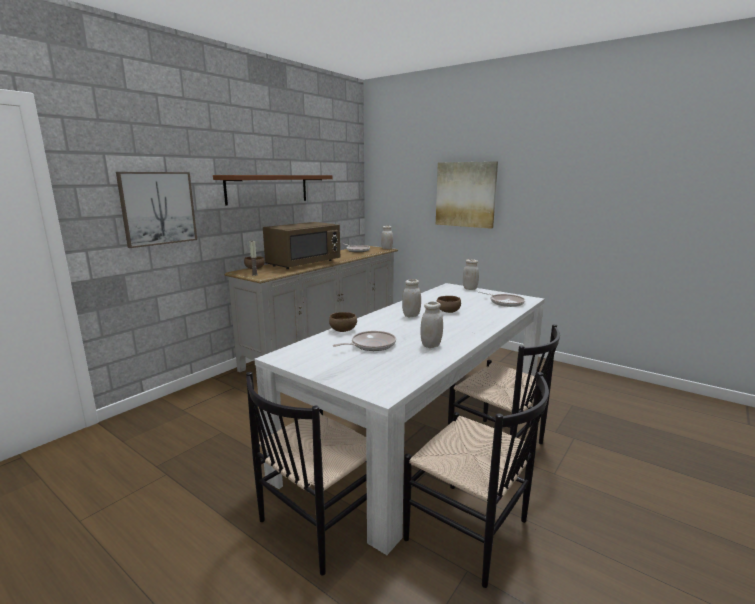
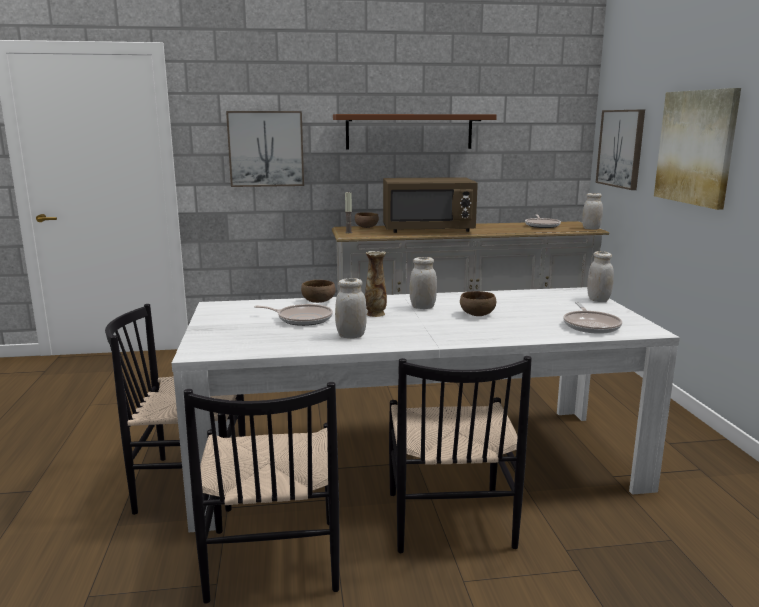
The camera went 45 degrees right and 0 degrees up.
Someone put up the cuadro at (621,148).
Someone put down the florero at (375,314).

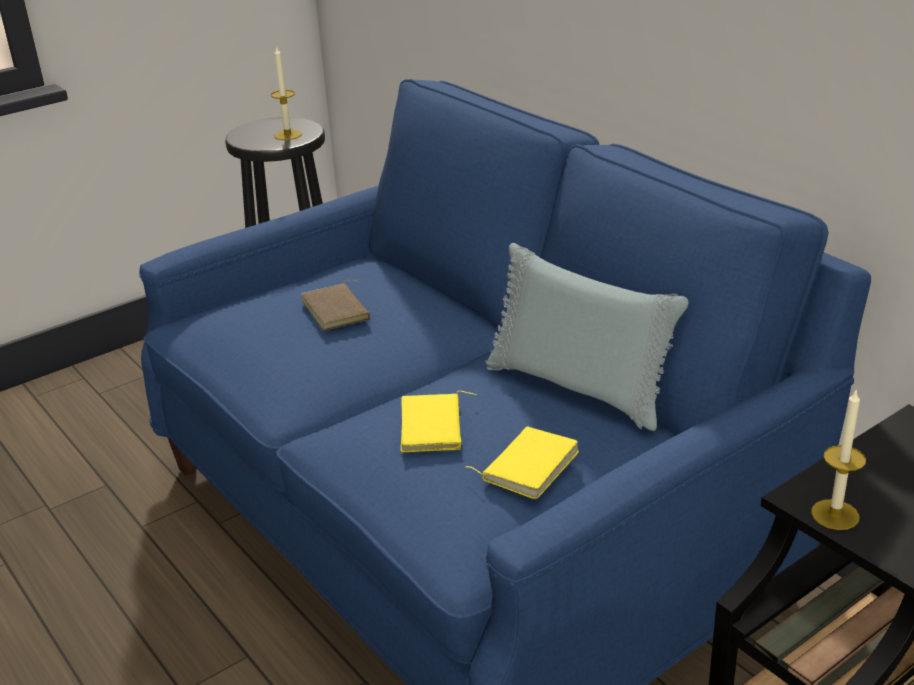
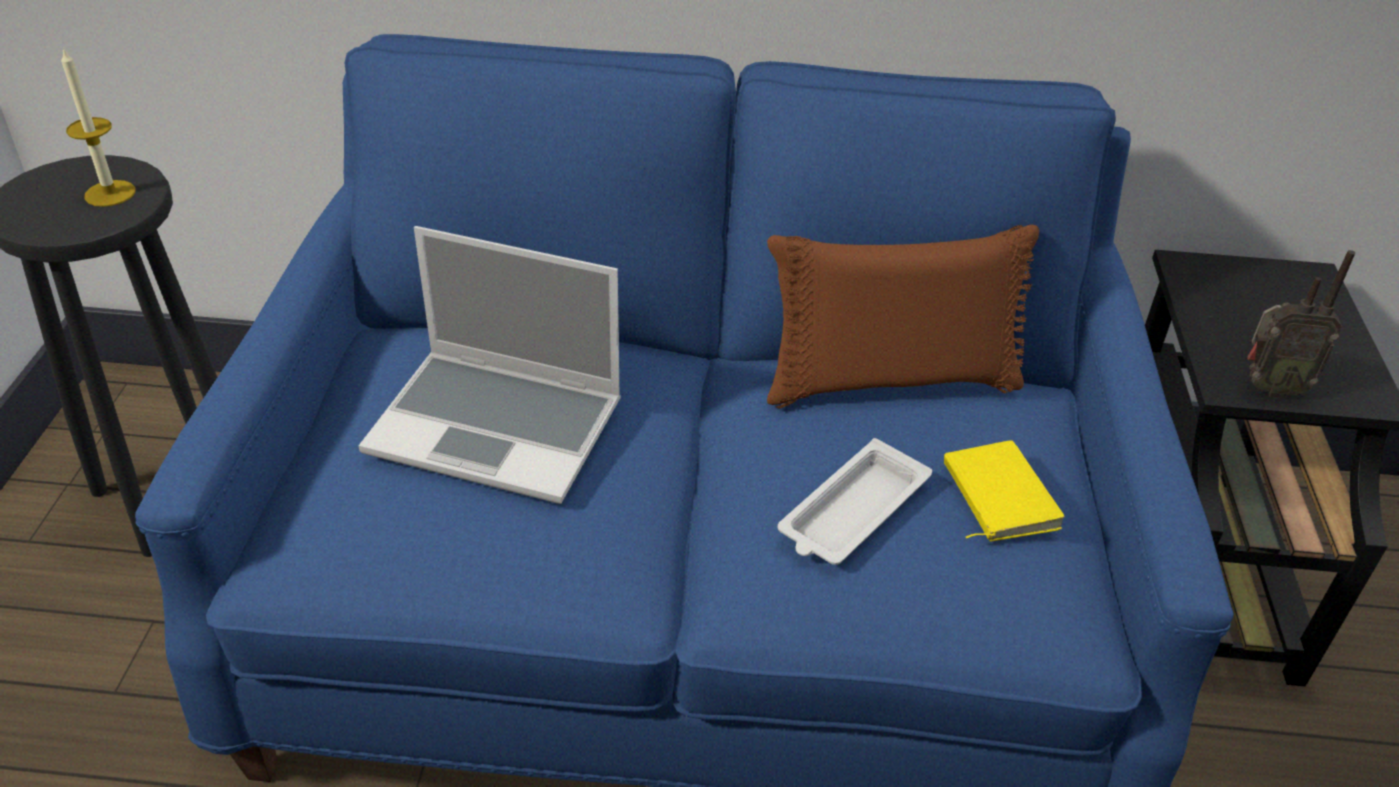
The camera went 50 degrees left and 10 degrees up.
Someone repainted the cojín (azul) at (578,388), which became the cojín (marrón) at (890,380).
Someone swapped the libro (marrón) at (338,310) for the portátil at (499,427).
Someone swapped the vela at (835,514) for the radio at (1269,387).
Someone swapped the libro (amarillo) at (434,427) for the bandeja (blanco) at (852,512).

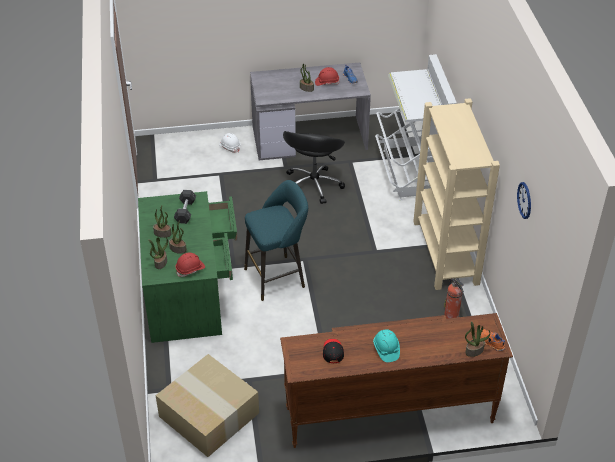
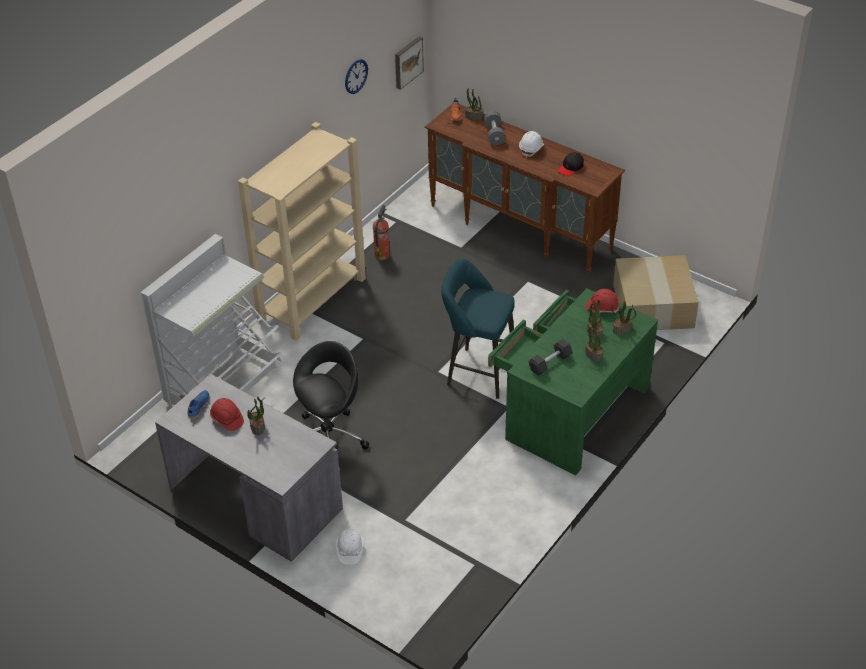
The camera went 135 degrees left and 0 degrees up.
Someone repainted the casco (turquesa) at (386,349), which became the casco (blanco) at (531,149).
Someone put up the cuadro at (407,62).
Someone put down the mancuerna (gris) at (494,135).

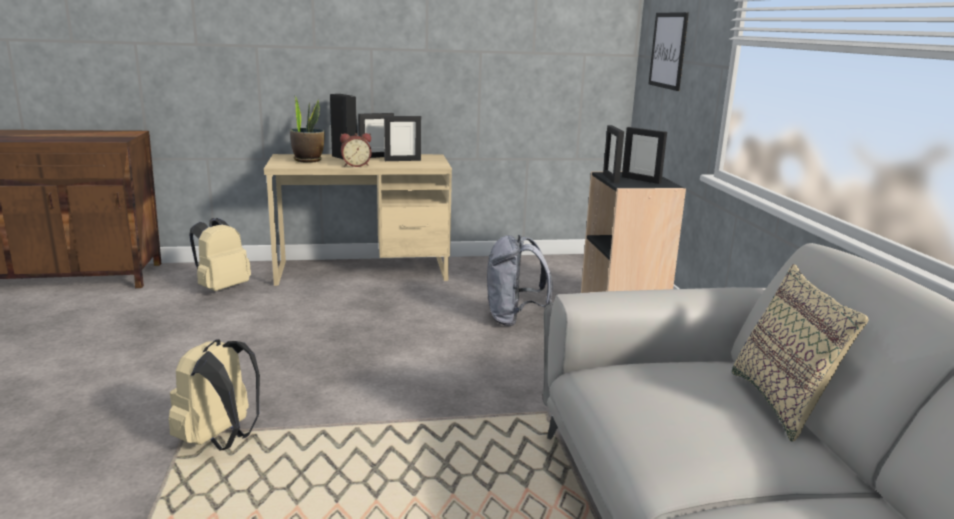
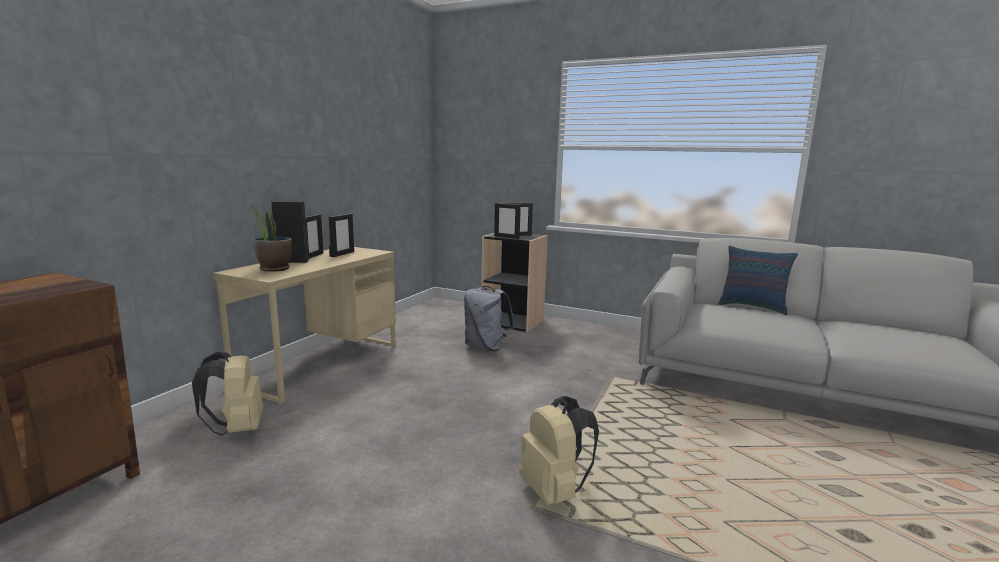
The camera went 55 degrees left and 5 degrees down.
Someone took away the cuadro at (668,50).
Someone took away the despertador at (356,165).
Someone repainted the cojín (beis) at (779,404), which became the cojín (azul) at (752,307).

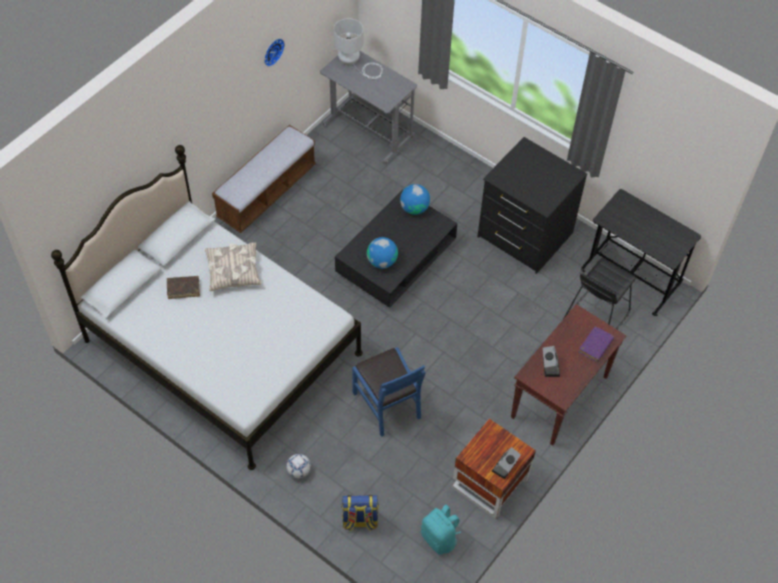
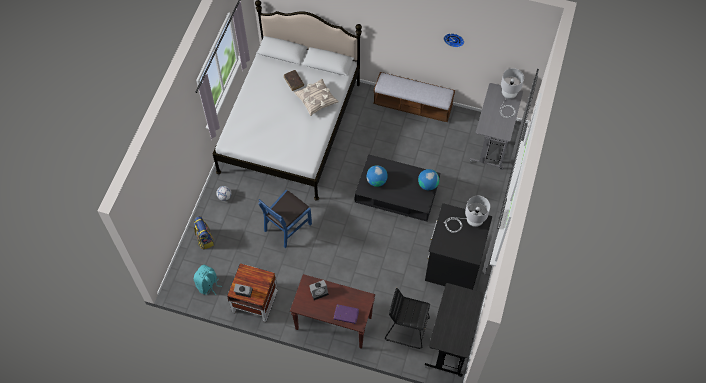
The camera went 70 degrees right and 5 degrees up.
Someone put down the lámpara de mesa (blanco) at (466,222).

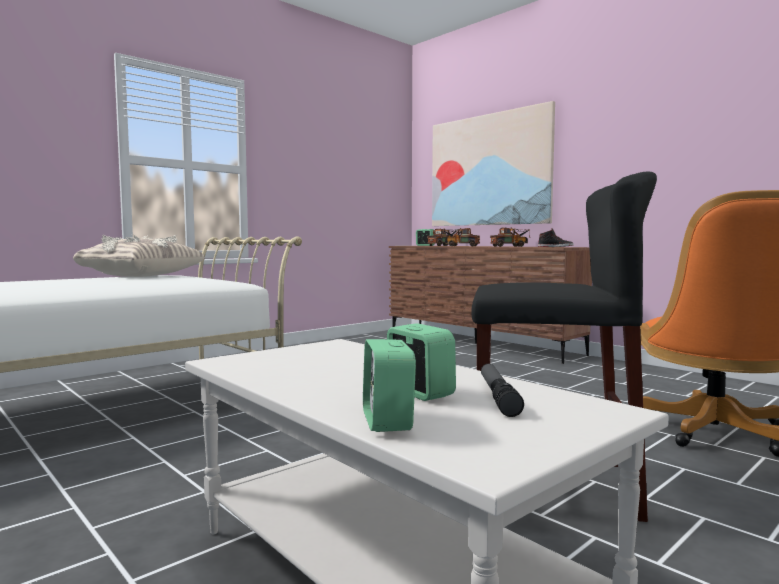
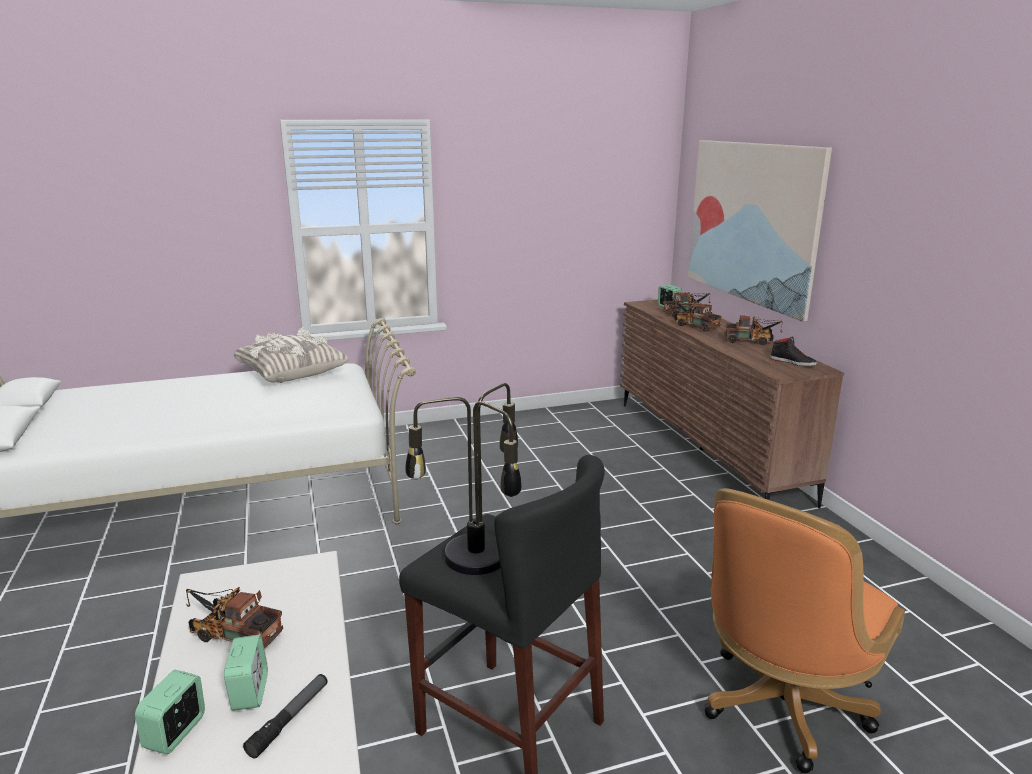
The camera went 25 degrees right and 15 degrees up.
Someone put down the lámpara de mesa at (476,557).
Someone put down the camión de juguete at (232,634).

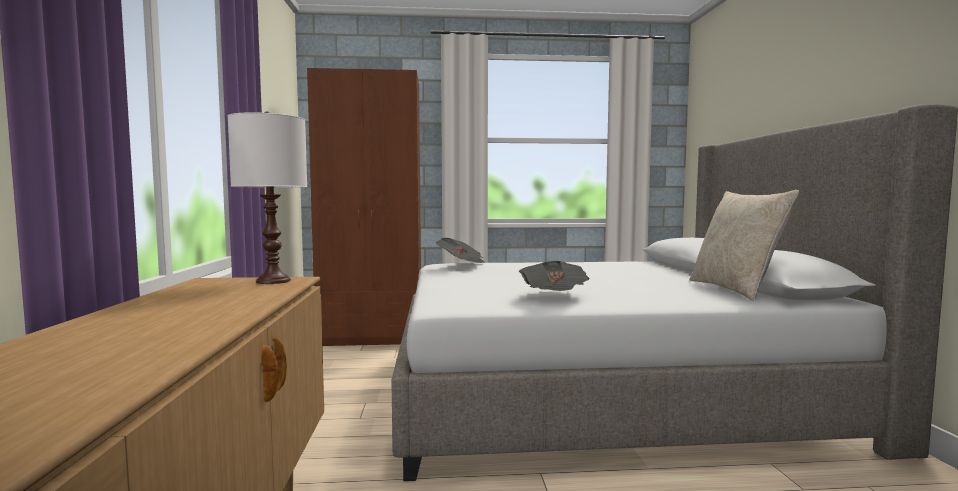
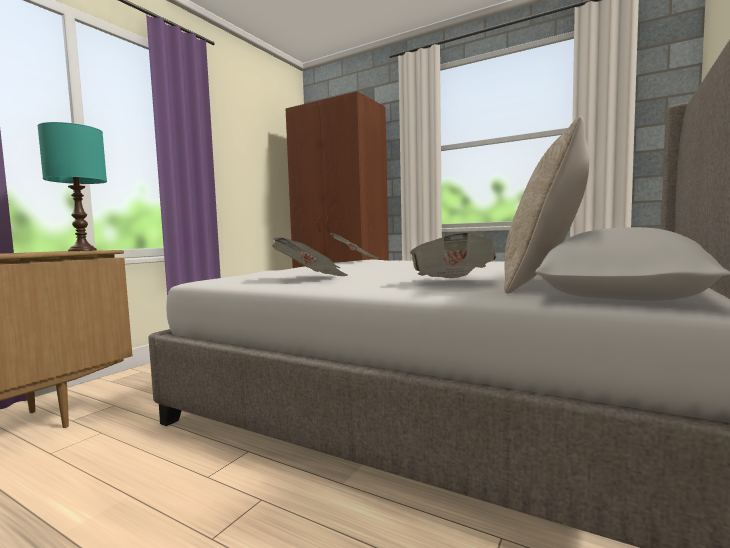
The camera went 35 degrees right and 0 degrees up.
Someone repainted the lámpara de mesa (blanco) at (273,281), which became the lámpara de mesa (turquesa) at (82,250).
Someone put down the periódico at (452,282).

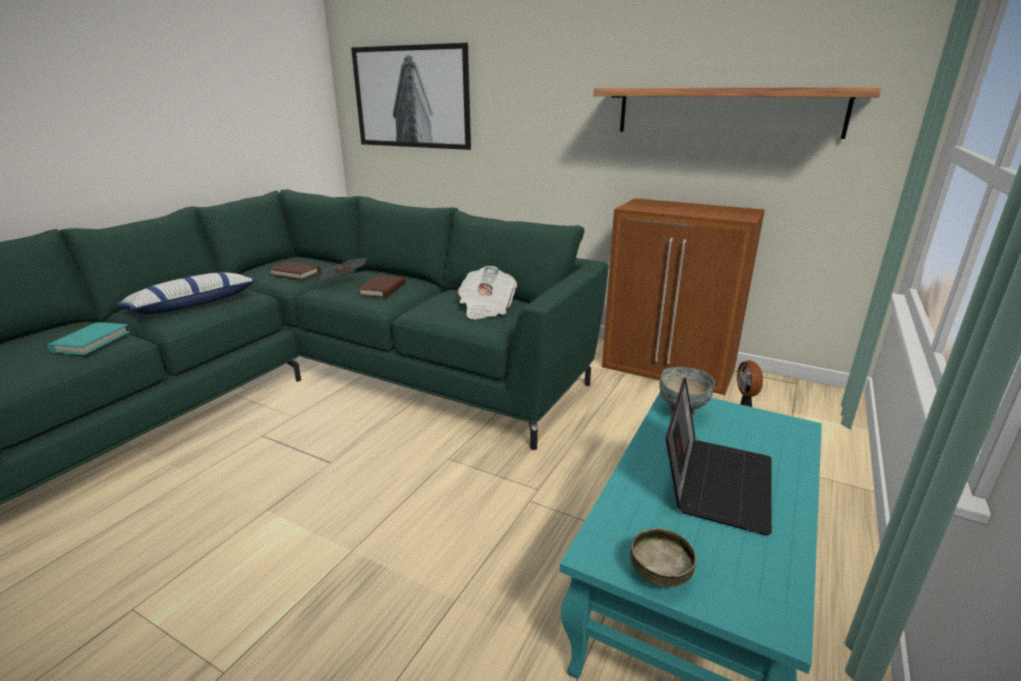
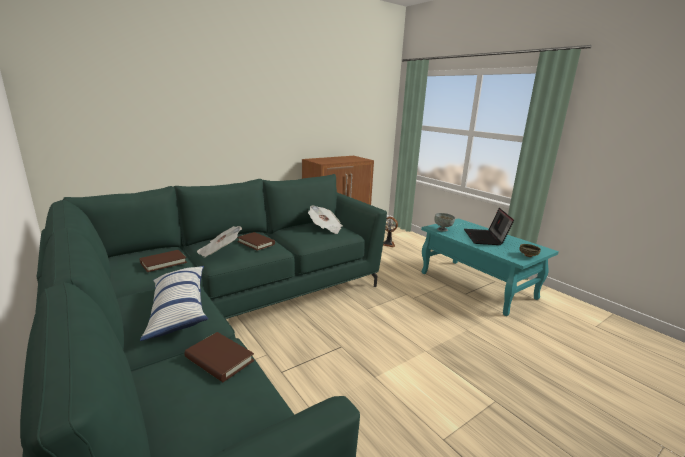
The camera went 65 degrees left and 5 degrees down.
Someone took away the cuadro at (412,97).
Someone took away the estante at (726,111).
Someone repainted the libro (turquesa) at (91,342), which became the libro (marrón) at (219,359).
Someone rotated the portátil at (714,481) by 135 degrees counterclockwise.

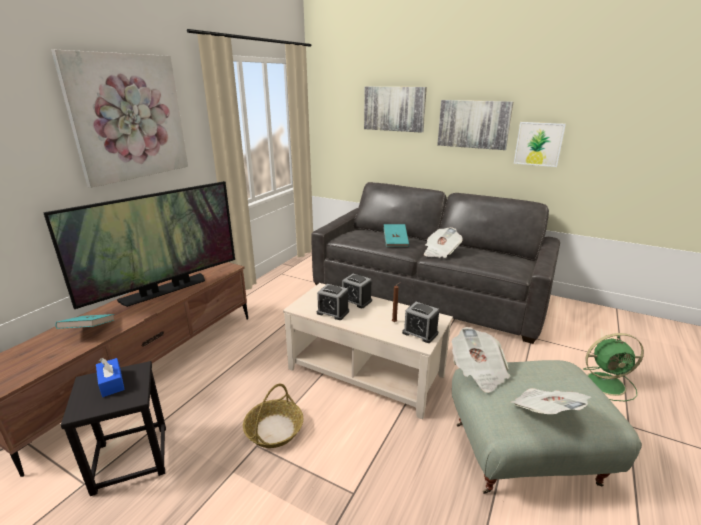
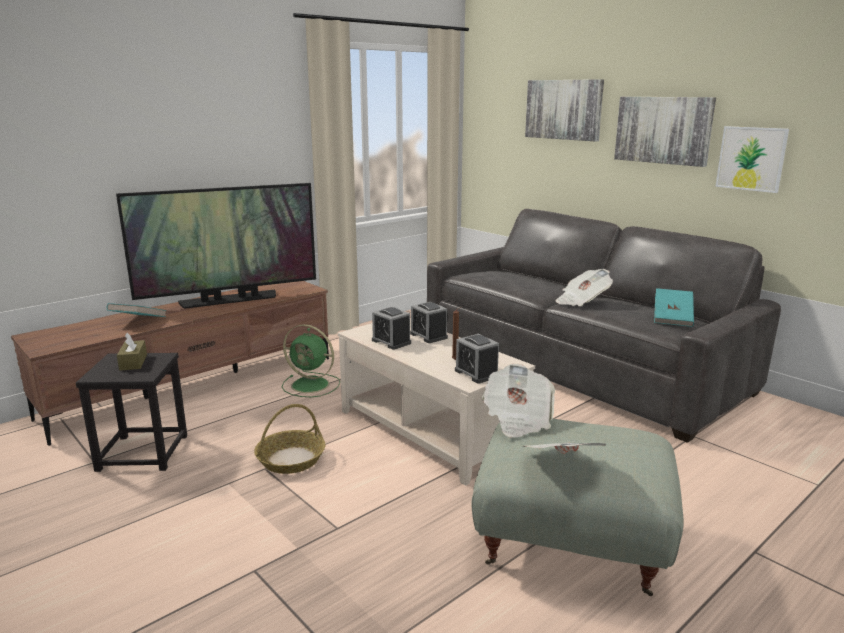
The camera went 20 degrees right and 5 degrees down.
Someone took away the cuadro at (129,117).
Someone carried the libro (turquesa) from (395,242) to (672,318).
Someone carried the ventilador (verde) from (607,383) to (312,385).
Someone repainted the caja de pañuelos (azul) at (111,383), which became the caja de pañuelos (marrón) at (133,362).

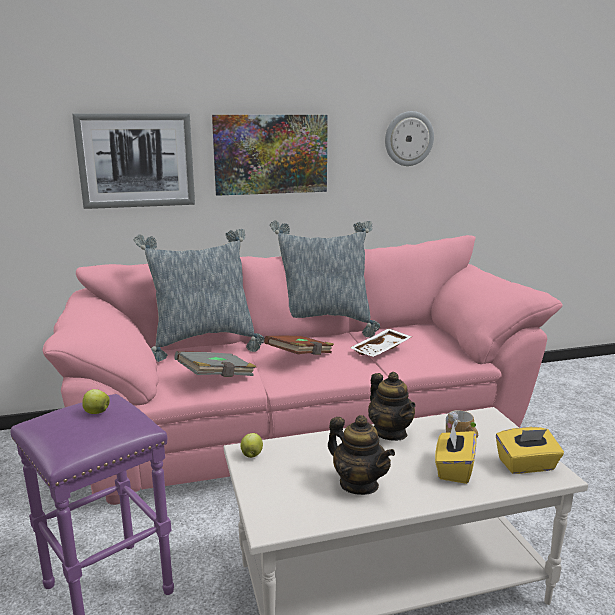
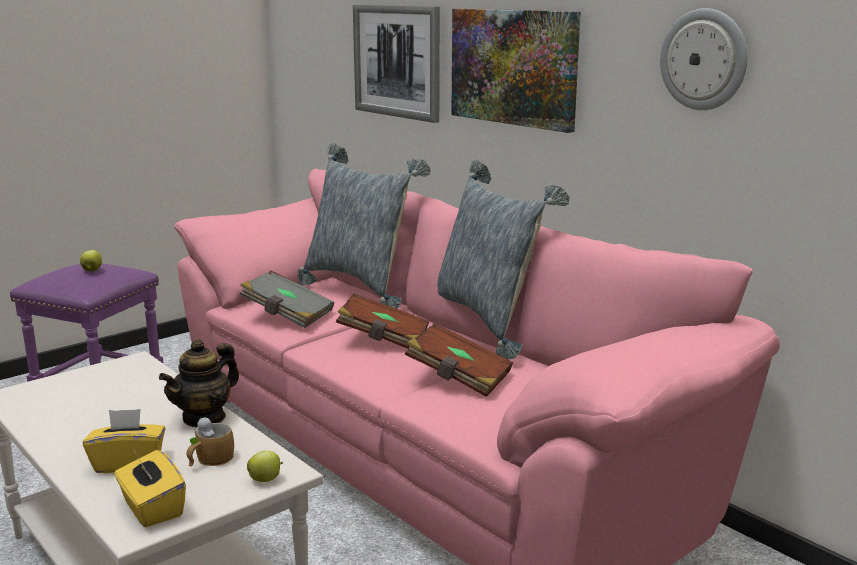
The camera went 65 degrees right and 0 degrees up.
Someone swapped the bandeja (blanco) at (381,350) for the libro (marrón) at (458,378).
Someone took away the tetera at (359,484).
Someone carried the manzana from (252,455) to (266,480).

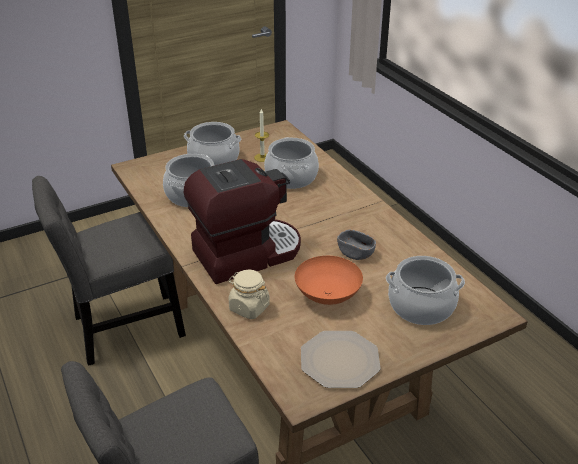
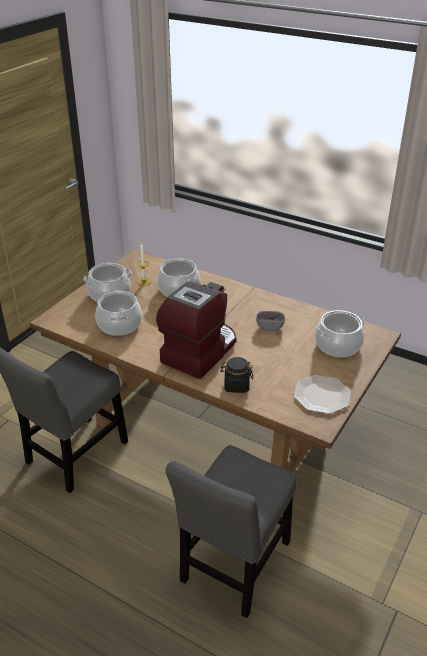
The camera went 30 degrees left and 0 degrees up.
Someone took away the cuenco (naranja) at (327,296).
Someone repainted the tarro (beis) at (249,307), which became the tarro (negro) at (236,386).

